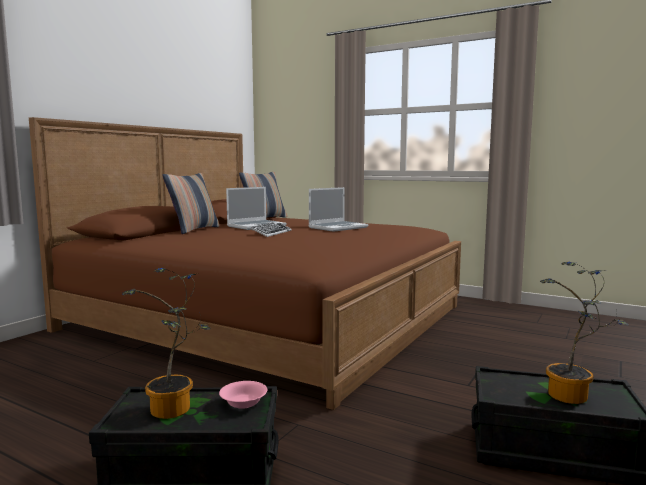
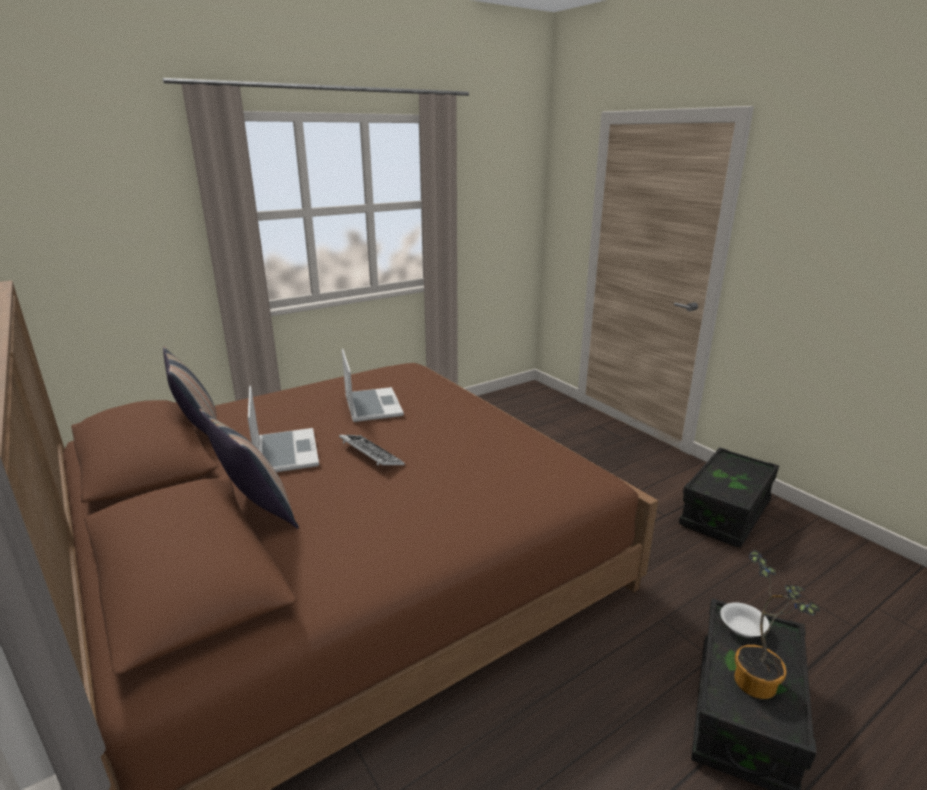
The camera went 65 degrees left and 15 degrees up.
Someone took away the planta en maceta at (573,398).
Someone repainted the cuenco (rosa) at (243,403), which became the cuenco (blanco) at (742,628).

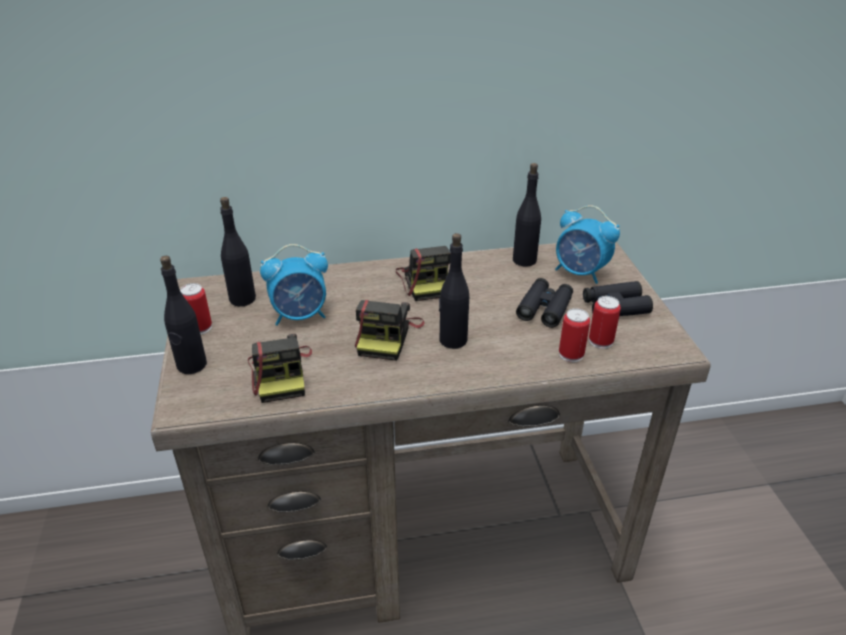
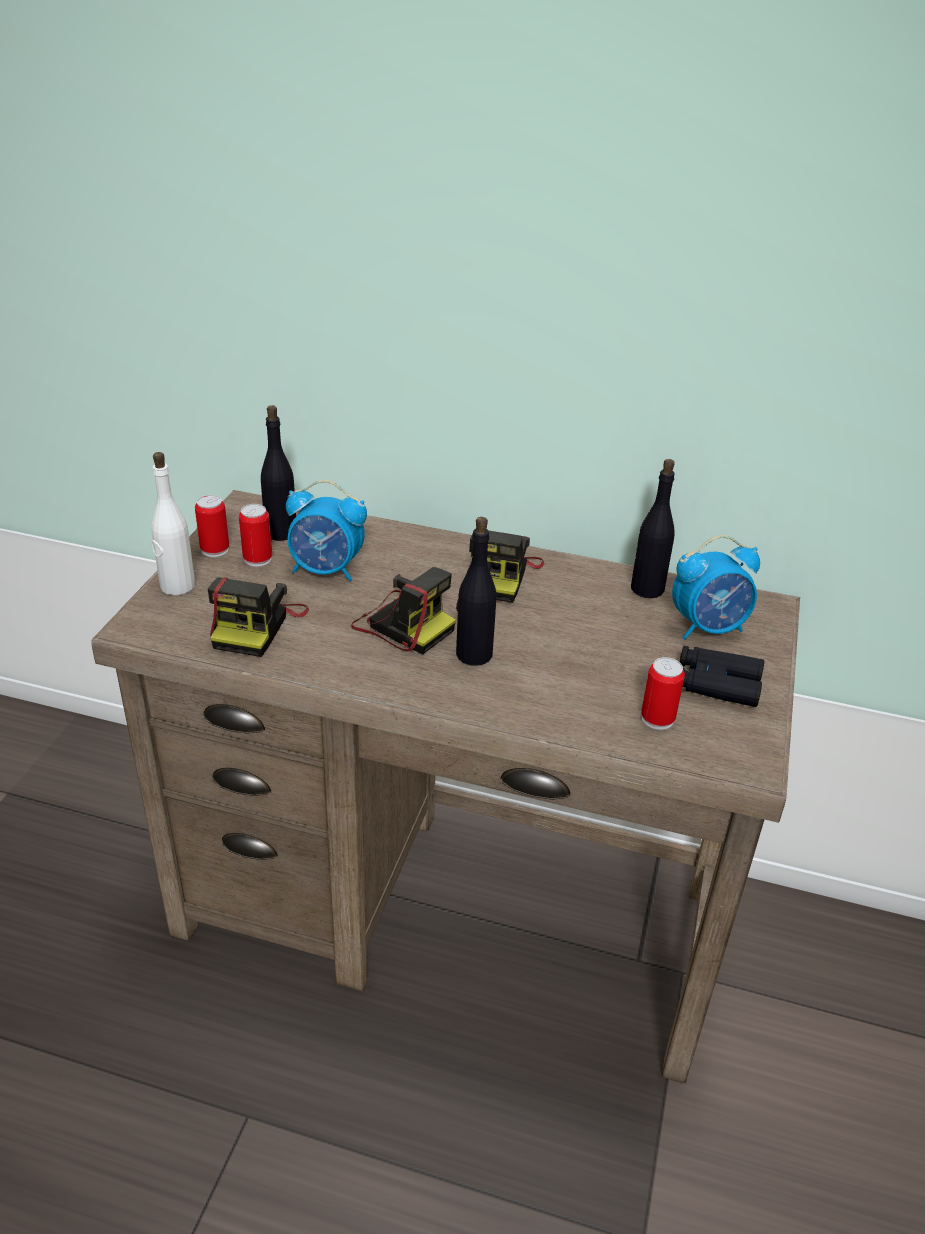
The camera went 25 degrees right and 0 degrees up.
Someone rotated the despertador at (580,273) by 75 degrees counterclockwise.
Someone repainted the botella (negro) at (191,365), which became the botella (blanco) at (177,586).
Someone took away the prismáticos (negro) at (545,308).
Someone rotated the cámara at (387,336) by 90 degrees counterclockwise.
Someone carried the lata from (571,354) to (257,559).

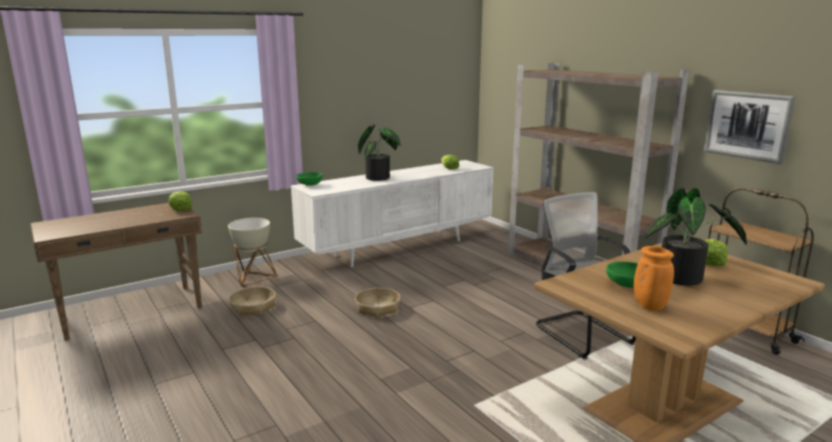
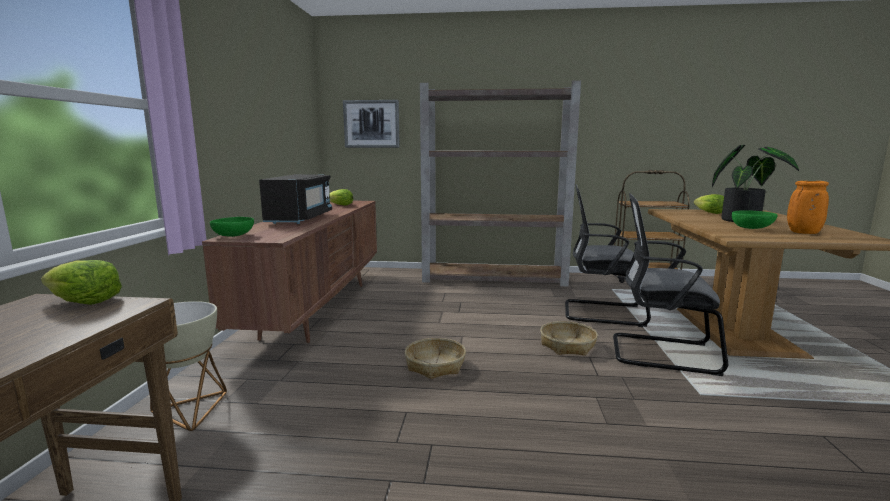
The camera went 50 degrees left and 5 degrees down.
Someone carried the cuadro from (747,125) to (371,124).
Someone swapped the planta en maceta at (380,178) for the microondas (negro) at (300,219).
Someone repainted the armario (blanco) at (399,248), which became the armario (marrón) at (317,309).
Someone carried the cesta from (253,307) to (567,345).
Someone put down the silla at (659,353).

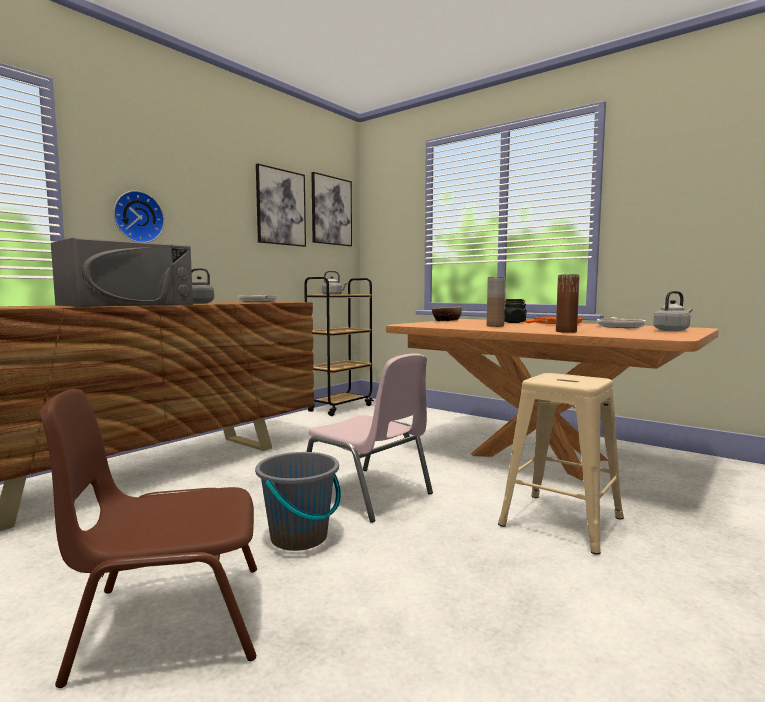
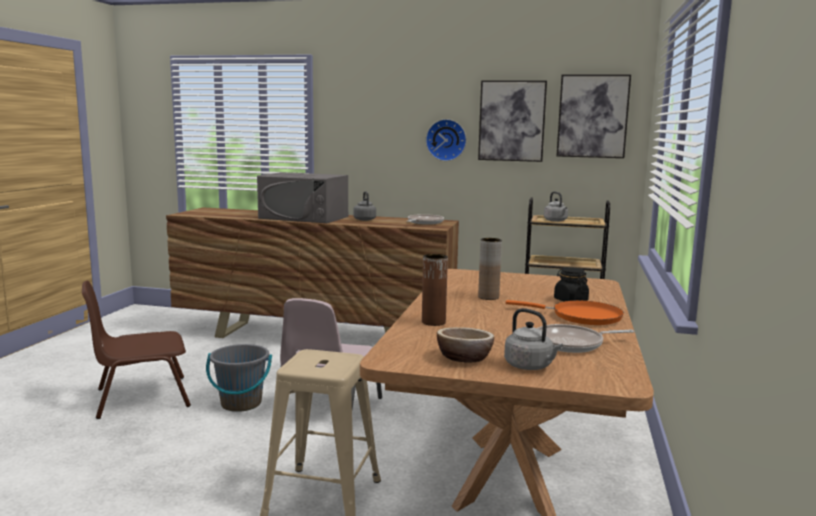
The camera went 65 degrees right and 5 degrees up.
Someone carried the reloj de pared from (137,217) to (446,140).
Someone carried the cuenco from (447,321) to (464,358).
Someone rotated the silla (marrón) at (169,620) by 75 degrees counterclockwise.

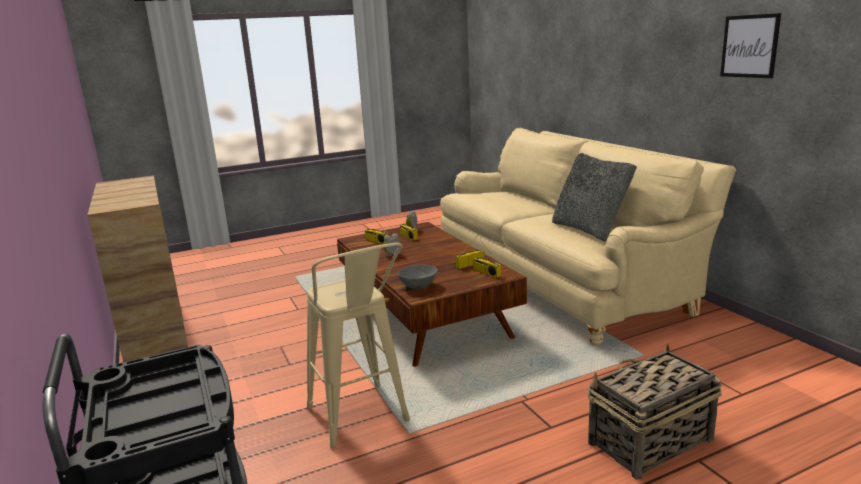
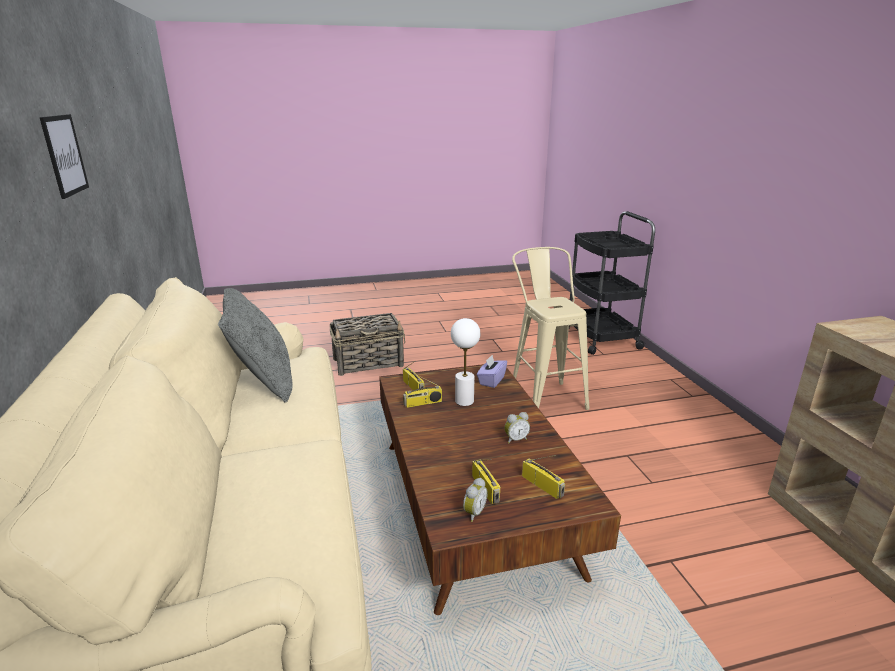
The camera went 170 degrees left and 5 degrees up.
Someone swapped the cuenco (gris) at (418,286) for the caja de pañuelos (morado) at (491,381).
Someone put down the lámpara de mesa (blanco) at (464,401).

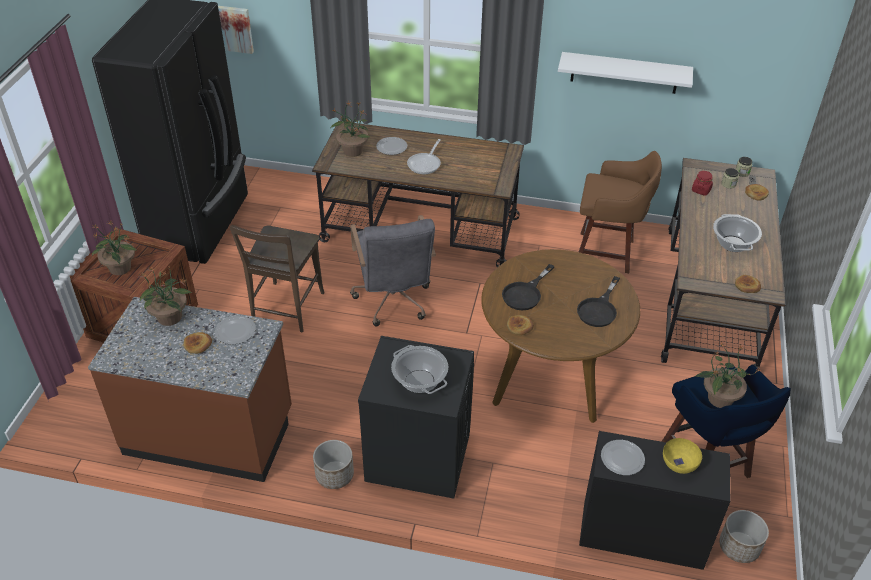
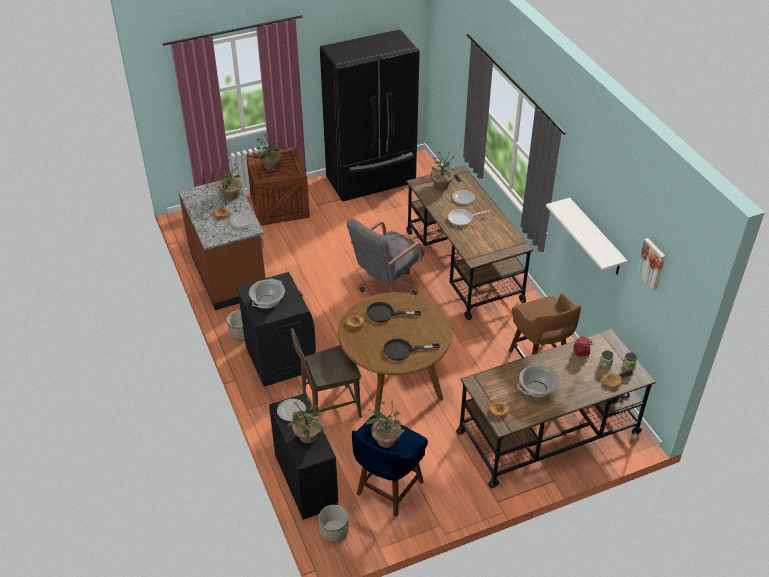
The camera went 55 degrees right and 0 degrees up.
Someone carried the cuadro from (236,29) to (652,263).
Someone carried the silla (marrón) from (286,310) to (328,408).
Someone swapped the cuenco (amarillo) at (679,463) for the planta en maceta at (308,436).

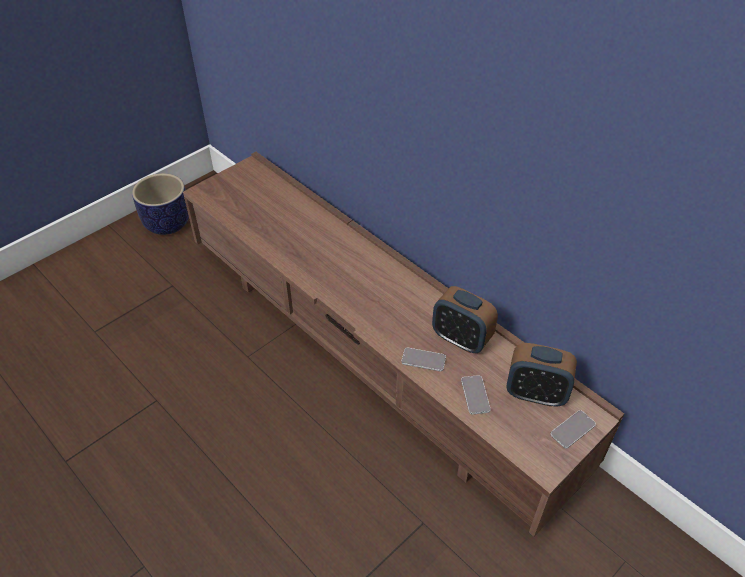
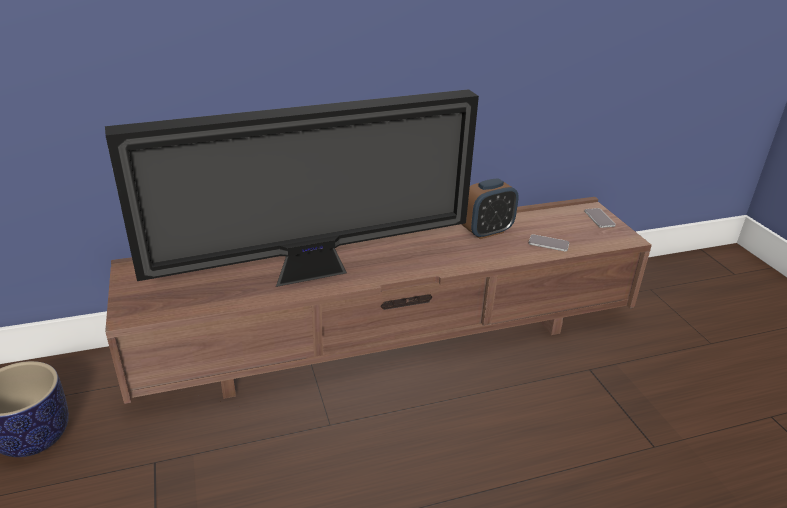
The camera went 65 degrees left and 15 degrees down.
Someone took away the despertador at (535,394).
Someone took away the móvil at (423,360).
Someone put down the televisor at (314,273).

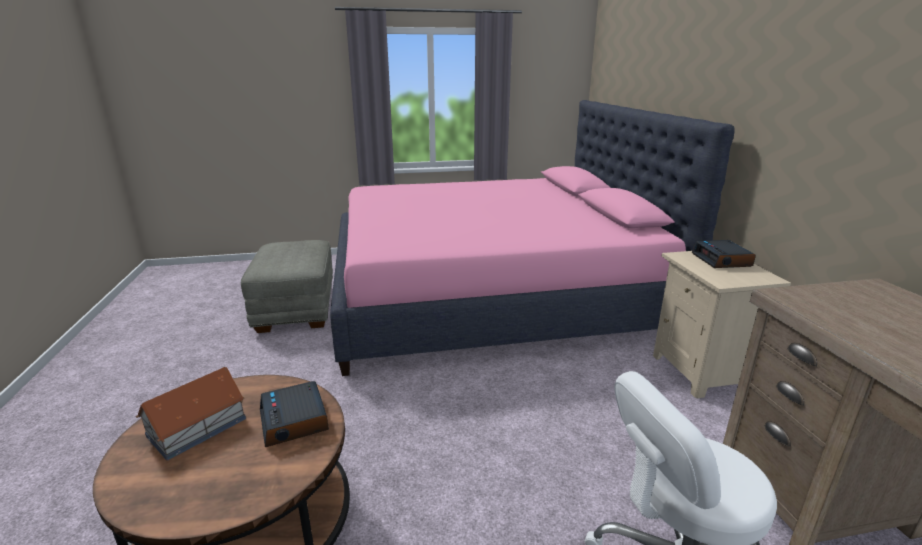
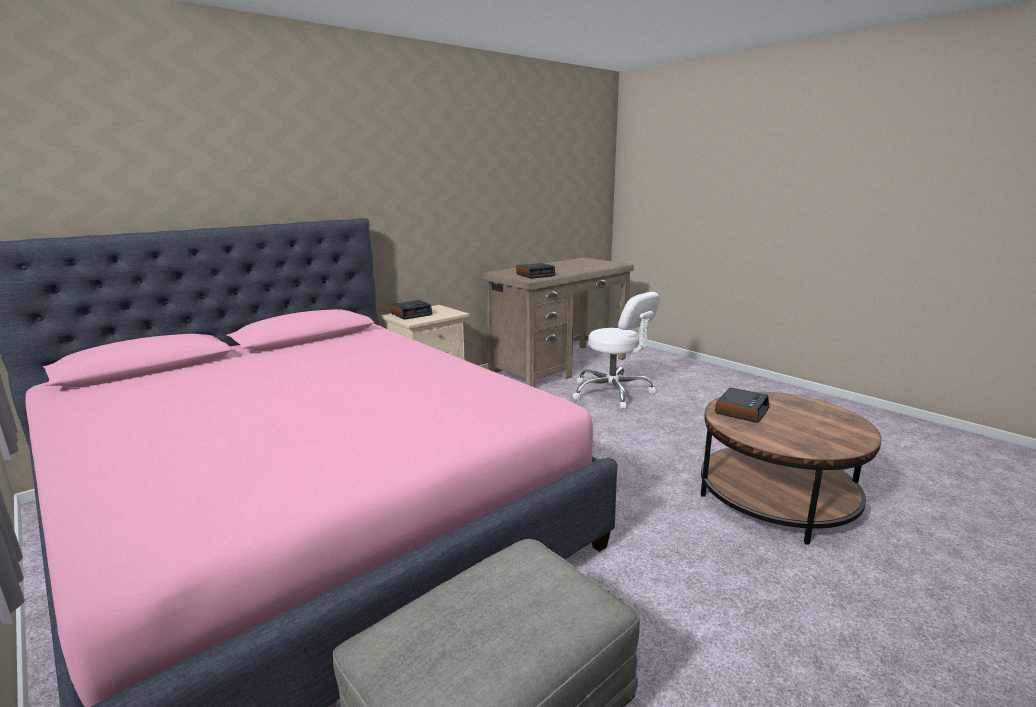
The camera went 120 degrees left and 5 degrees down.
Someone took away the casita at (198,427).
Someone put down the despertador at (535,275).

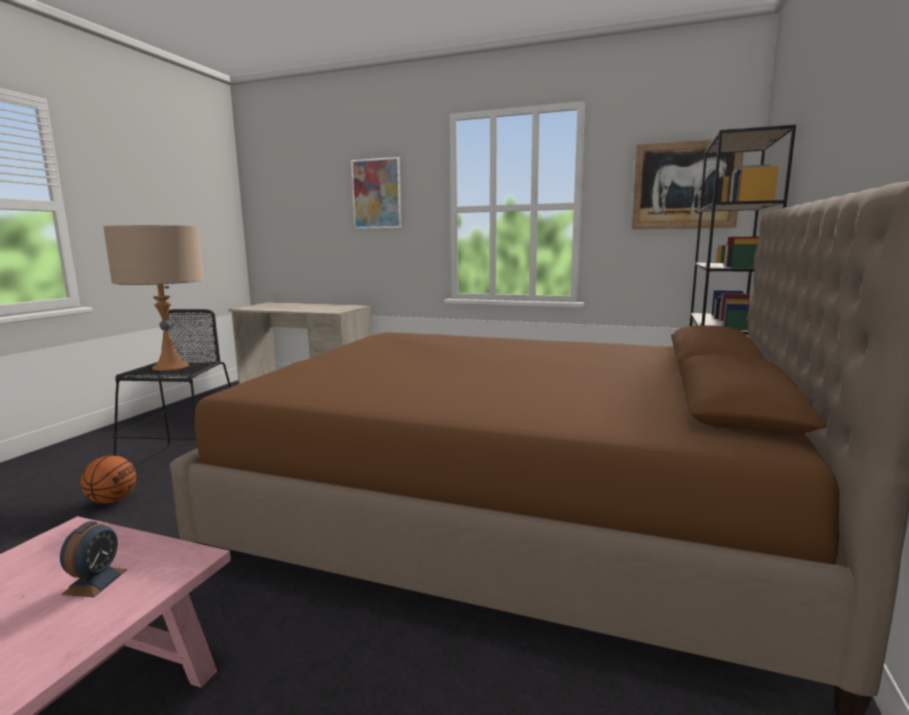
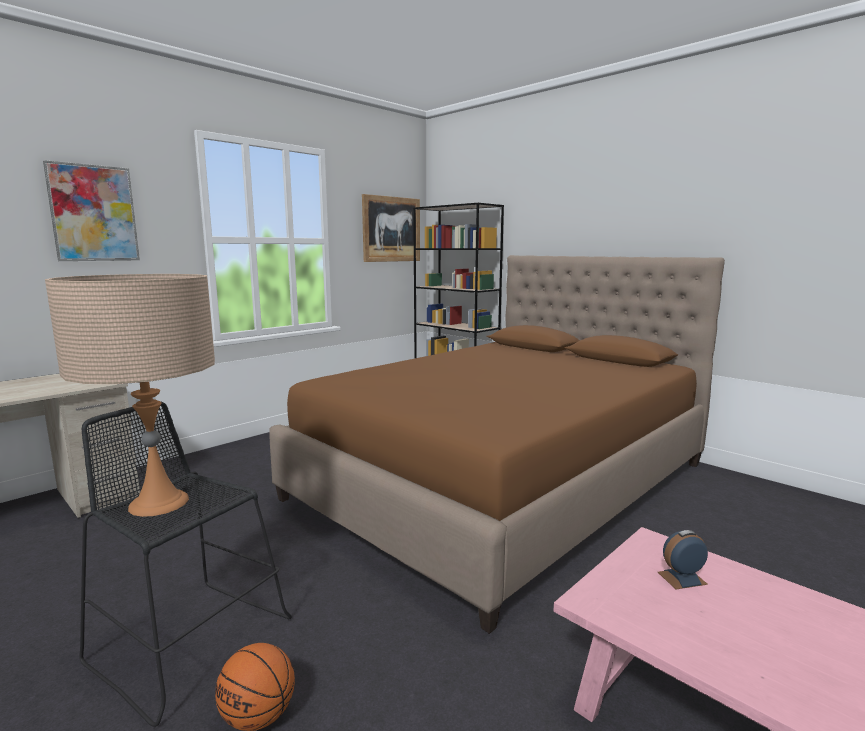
The camera went 65 degrees left and 0 degrees up.
Someone rotated the despertador at (95,581) by 45 degrees counterclockwise.

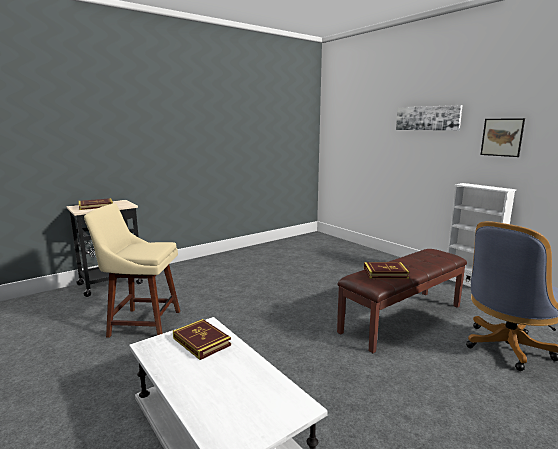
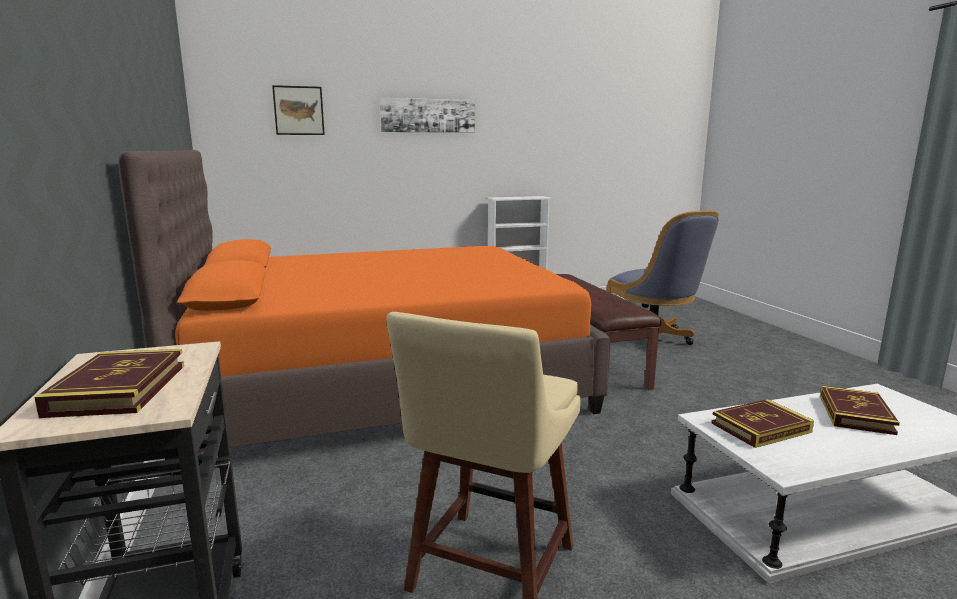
The camera went 70 degrees left and 0 degrees up.
Someone carried the cuadro from (502,137) to (298,110).
Someone carried the libro from (385,273) to (855,414).
Someone put down the cama (naranja) at (384,381).

